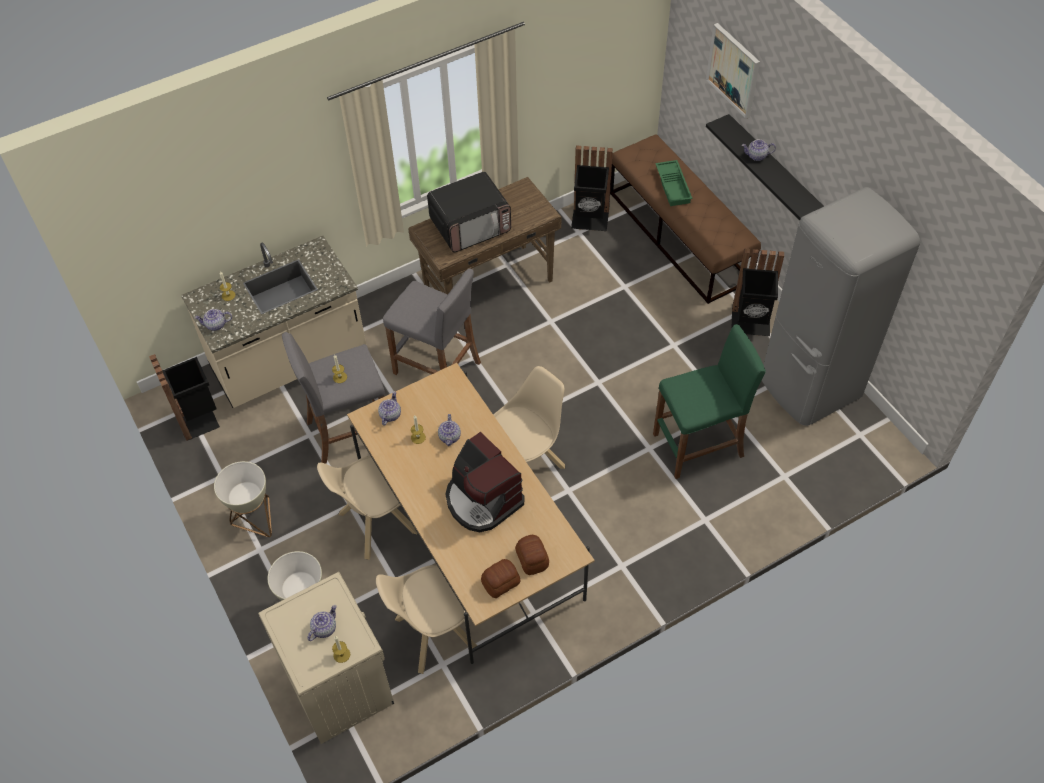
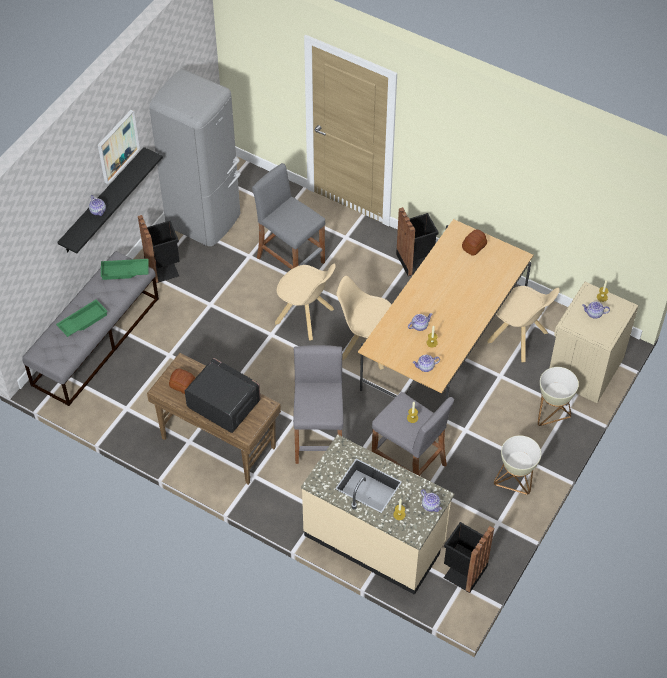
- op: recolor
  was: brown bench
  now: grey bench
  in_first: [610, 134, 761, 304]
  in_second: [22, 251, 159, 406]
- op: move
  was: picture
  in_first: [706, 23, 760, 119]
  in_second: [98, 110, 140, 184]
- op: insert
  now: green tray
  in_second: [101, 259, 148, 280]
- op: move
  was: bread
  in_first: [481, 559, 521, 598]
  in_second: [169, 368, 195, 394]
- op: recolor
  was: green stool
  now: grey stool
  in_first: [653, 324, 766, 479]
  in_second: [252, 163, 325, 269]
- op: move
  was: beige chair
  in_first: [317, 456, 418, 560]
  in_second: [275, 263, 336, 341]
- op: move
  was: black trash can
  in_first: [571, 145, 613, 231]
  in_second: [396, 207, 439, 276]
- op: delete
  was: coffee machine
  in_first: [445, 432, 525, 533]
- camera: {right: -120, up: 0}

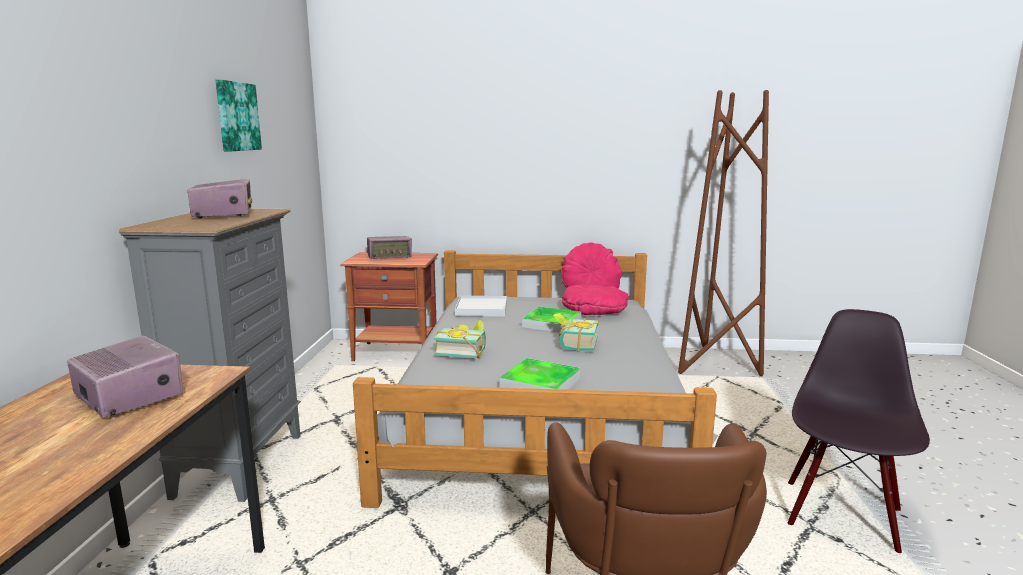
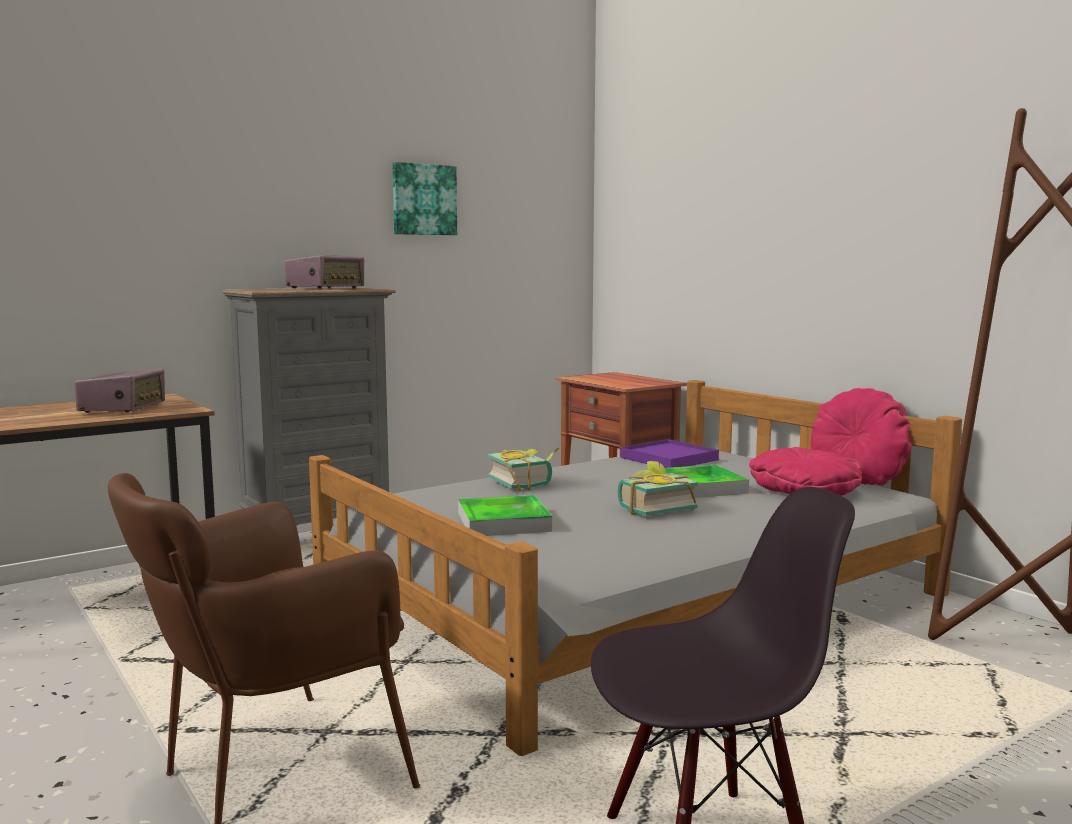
- op: recolor
  was: white tray
  now: purple tray
  in_first: [455, 296, 507, 317]
  in_second: [621, 439, 719, 468]
- op: delete
  was: radio
  in_first: [367, 236, 412, 259]
- camera: {right: 50, up: -5}

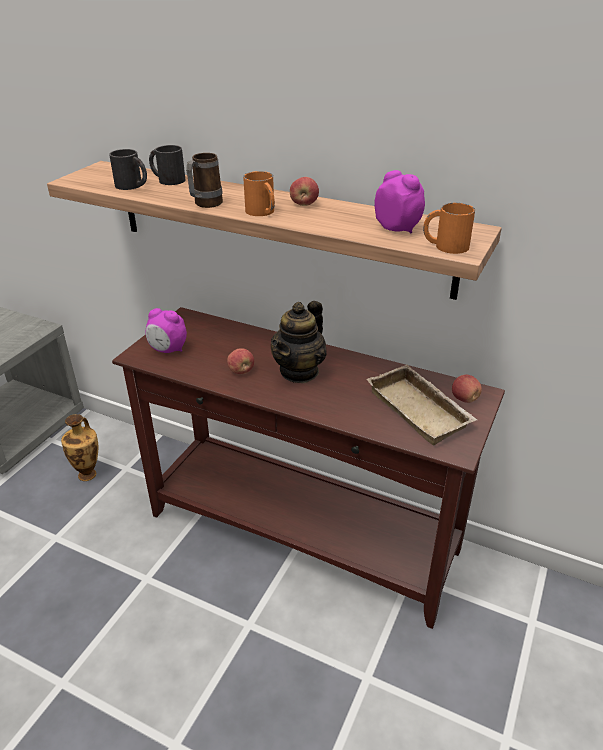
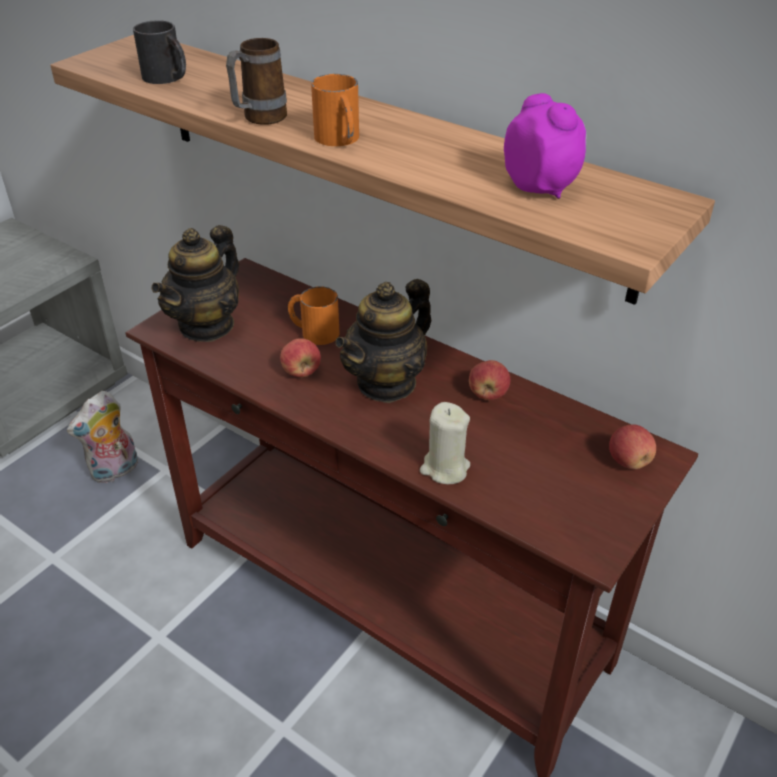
- op: replace
  was: vase
  now: plush toy
  in_first: [61, 414, 98, 481]
  in_second: [67, 391, 138, 483]
- op: replace
  was: alarm clock
  now: teapot
  in_first: [145, 308, 187, 353]
  in_second: [151, 225, 239, 342]
- op: move
  was: orange mug
  in_first: [423, 203, 475, 254]
  in_second: [288, 286, 339, 345]
- op: insert
  now: beige candle
  in_second: [420, 402, 470, 484]
- op: move
  was: apple
  in_first: [290, 177, 319, 206]
  in_second: [469, 360, 510, 400]
- op: delete
  was: black mug
  in_first: [149, 145, 185, 185]
- op: delete
  was: beige tray
  in_first: [366, 365, 477, 445]
- camera: {right: 10, up: 5}

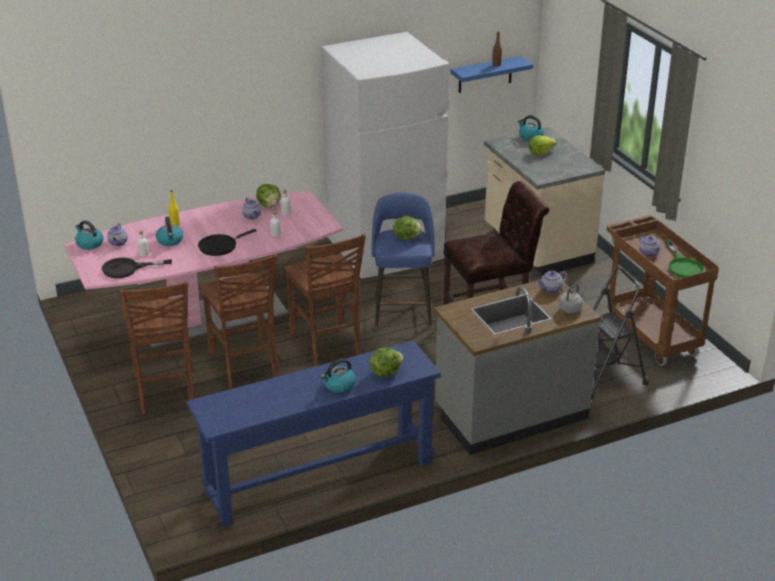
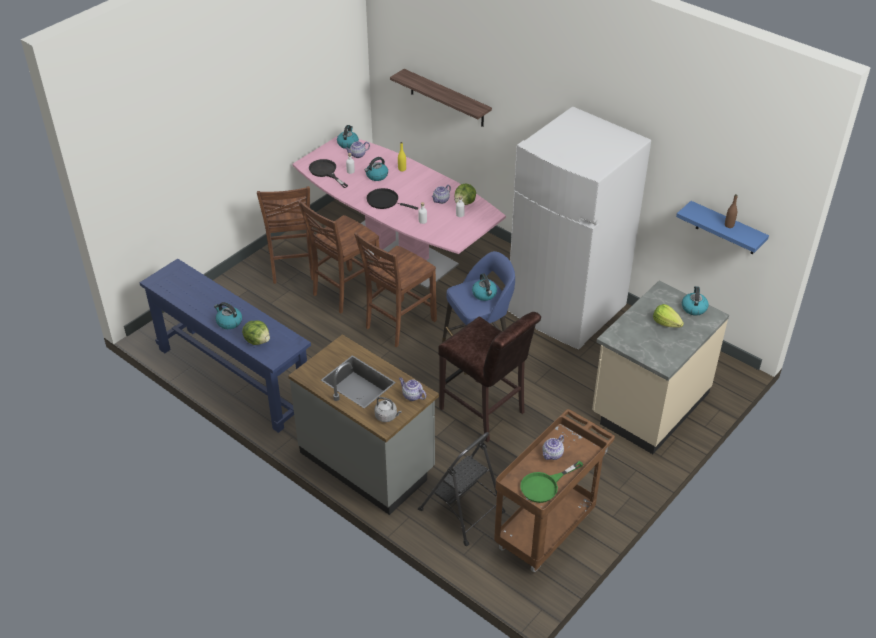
- op: rotate
  was: brown chair
  in_first: [119, 281, 194, 414]
  in_second: [257, 186, 313, 284]
  clockwise: -60
- op: insert
  now: shelf
  in_second: [390, 69, 492, 127]
- op: replace
  was: lettuce
  now: kettle
  in_first: [393, 216, 423, 240]
  in_second: [472, 273, 497, 301]
- camera: {right: 65, up: 10}

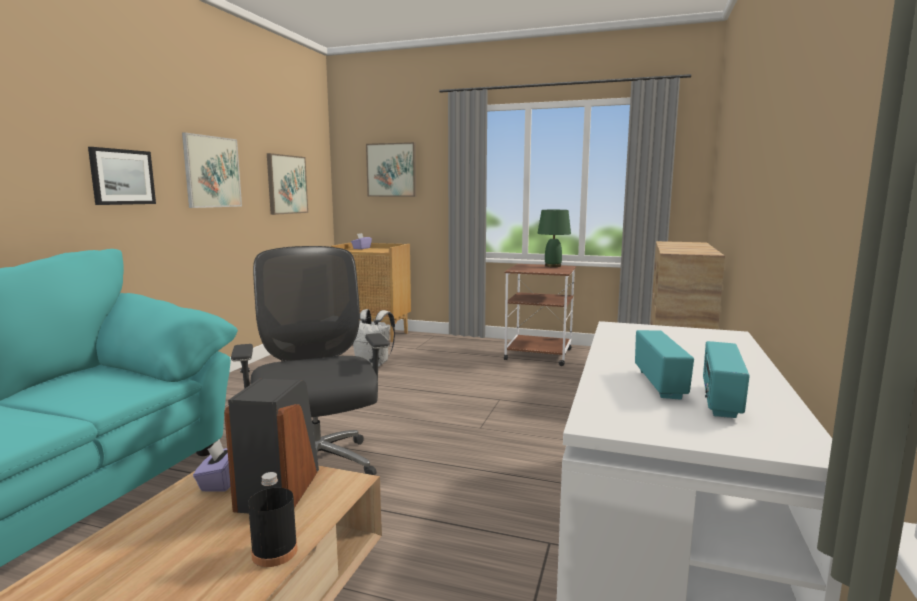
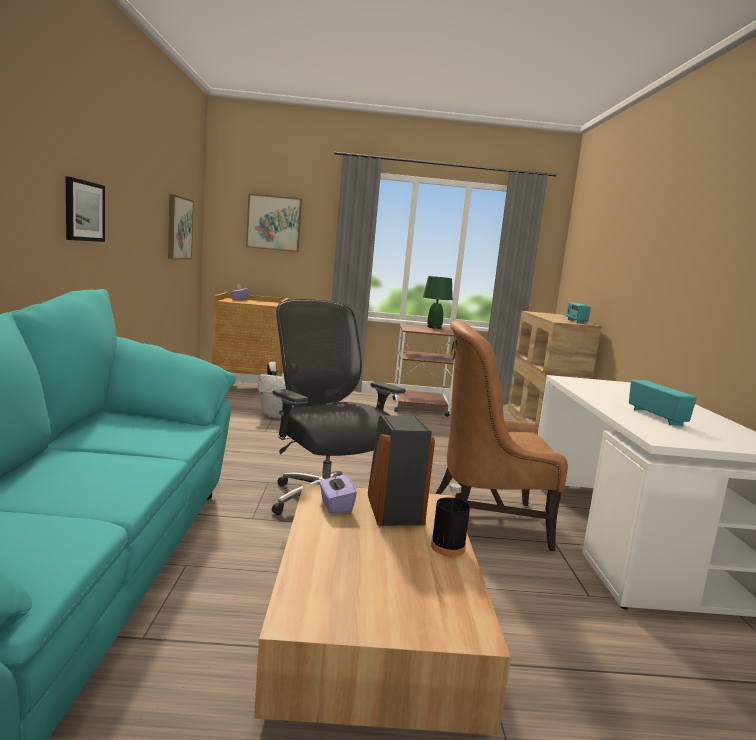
- op: insert
  now: brown chair
  in_second: [435, 321, 568, 551]
- op: move
  was: radio
  in_first: [703, 341, 750, 418]
  in_second: [566, 302, 591, 324]
- op: delete
  was: picture
  in_first: [182, 133, 242, 208]
- camera: {right: -20, up: 0}

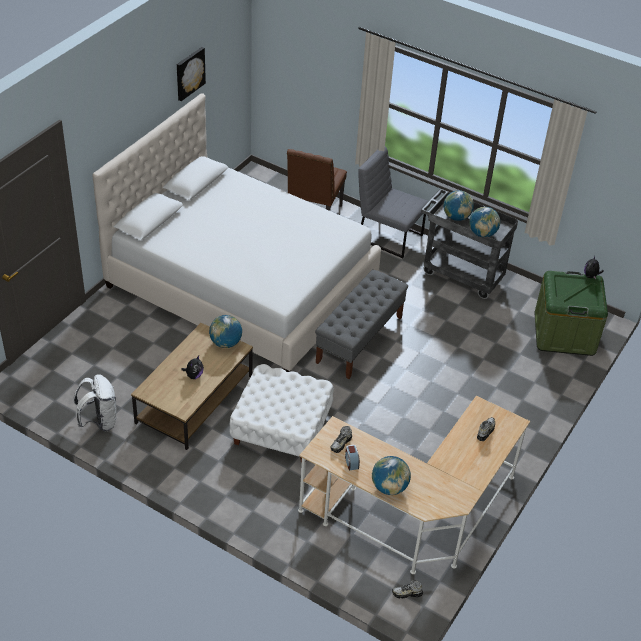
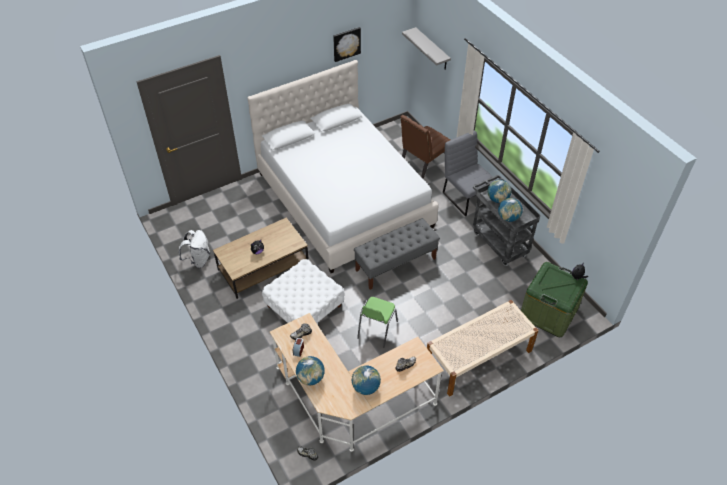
- op: move
  was: globe
  in_first: [209, 315, 242, 348]
  in_second: [352, 365, 381, 395]
- op: insert
  now: green chair
  in_second: [357, 297, 398, 348]
- op: insert
  now: grey shelf
  in_second: [402, 27, 451, 70]
- op: insert
  now: beige bench
  in_second: [427, 300, 539, 397]
- camera: {right: 30, up: 5}

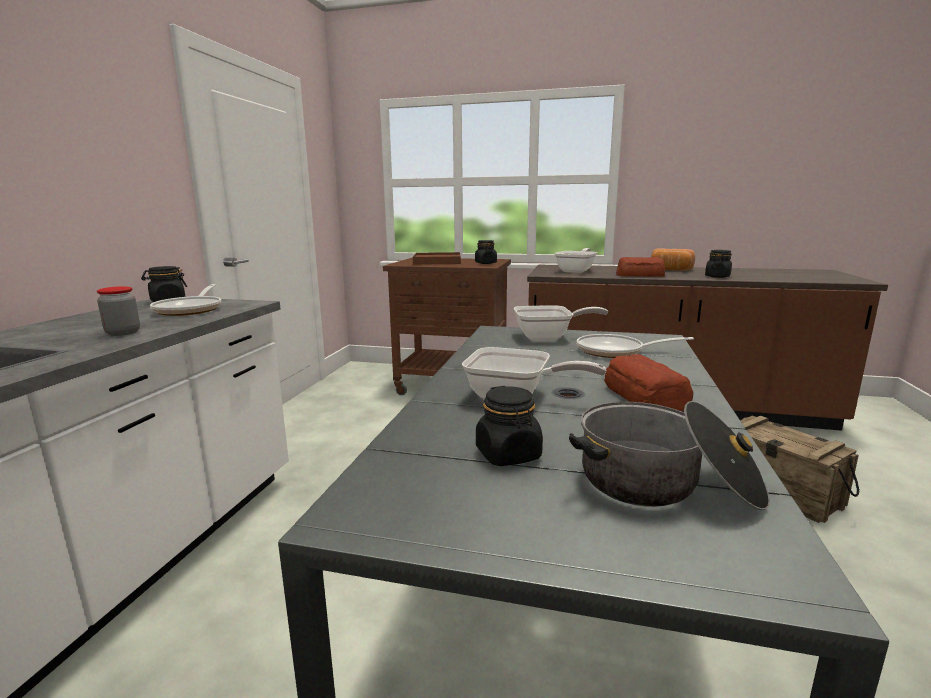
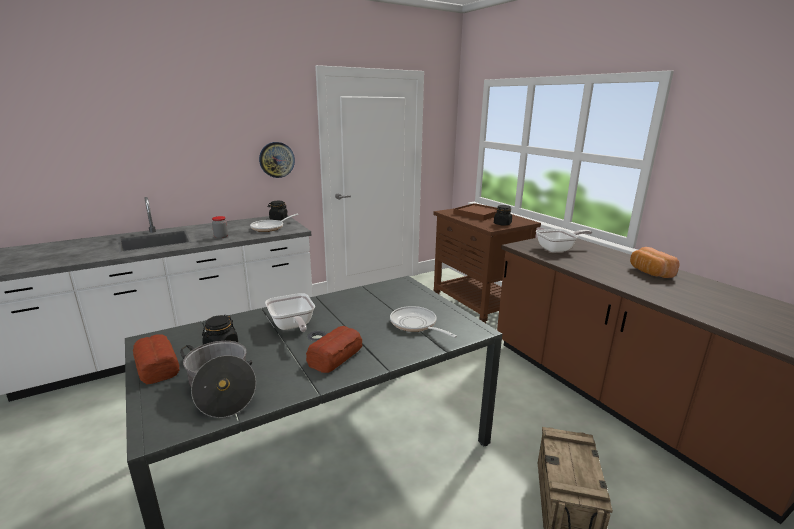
- op: move
  was: bread
  in_first: [616, 257, 665, 277]
  in_second: [133, 334, 179, 384]
- op: insert
  now: wall clock
  in_second: [259, 142, 295, 178]
- op: delete
  was: frying pan
  in_first: [514, 305, 608, 340]
- op: delete
  was: black jar
  in_first: [705, 250, 732, 278]
- camera: {right: 45, up: 5}

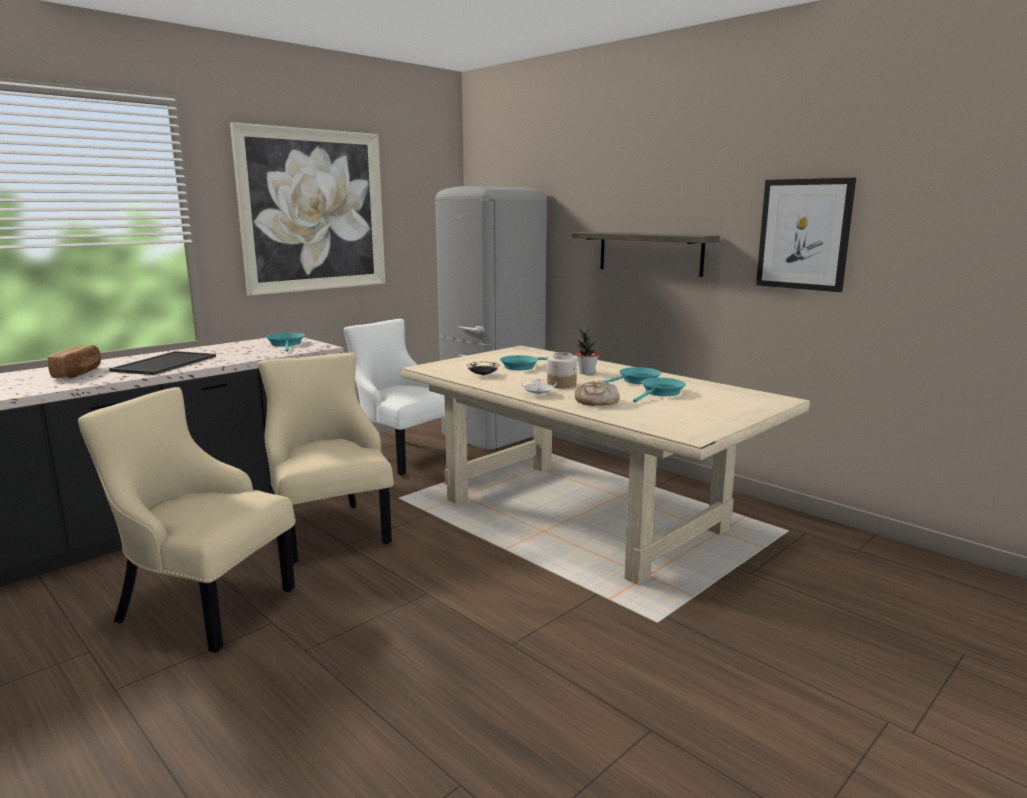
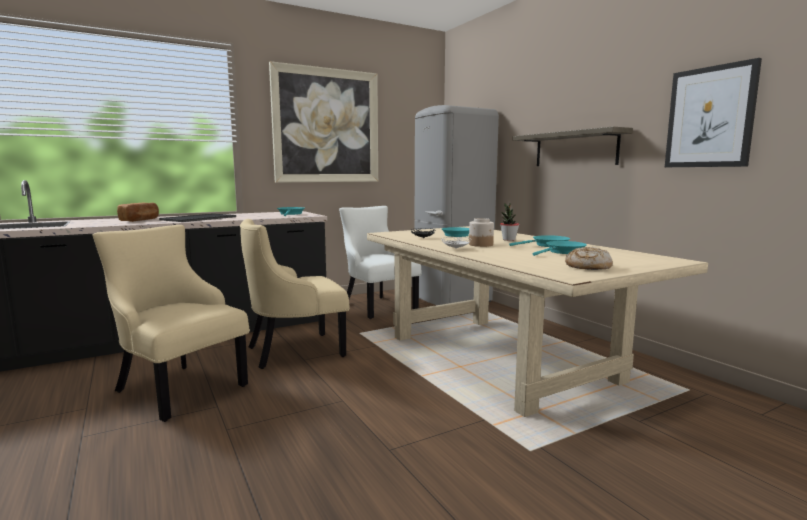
- op: rotate
  was: beige chair
  in_first: [257, 353, 394, 564]
  in_second: [240, 219, 350, 369]
  clockwise: -105
- op: move
  was: bread
  in_first: [575, 381, 620, 406]
  in_second: [565, 247, 613, 270]
- camera: {right: 15, up: -5}

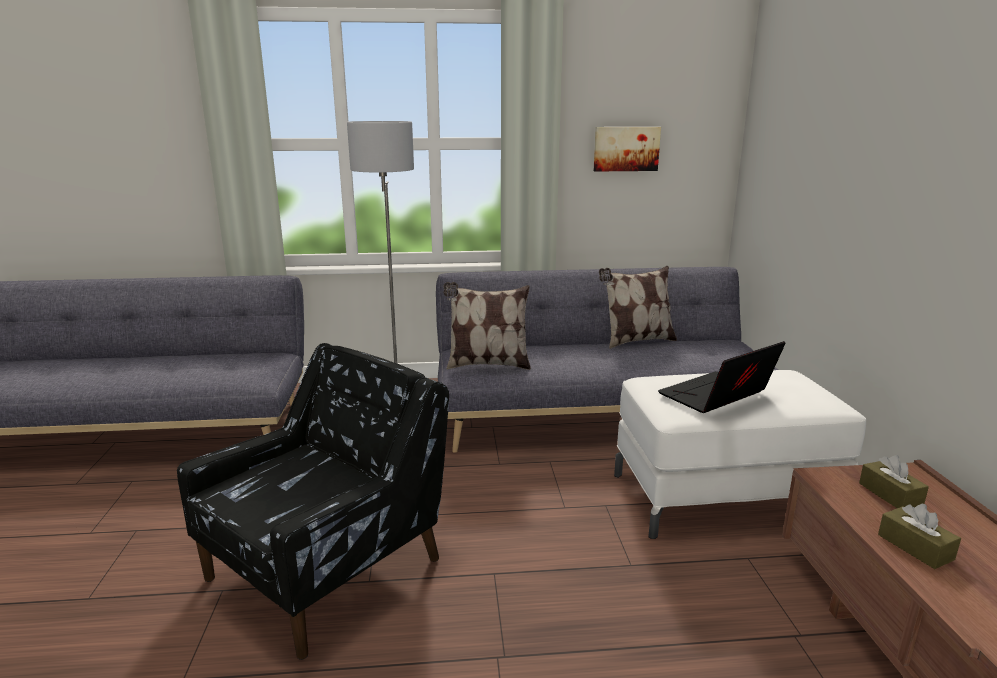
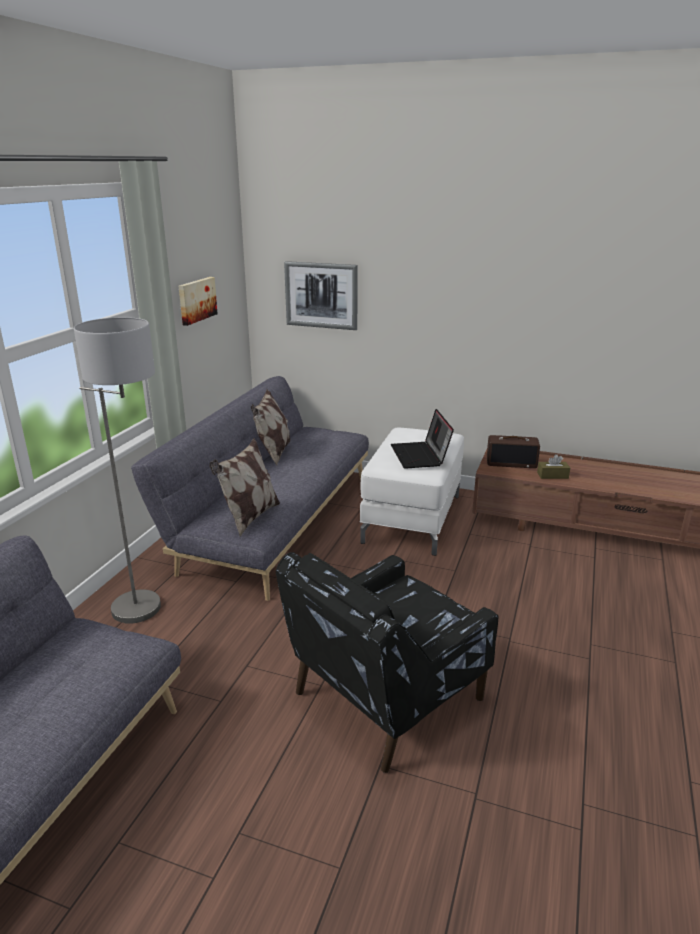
- op: rotate
  was: black armchair
  in_first: [177, 343, 449, 660]
  in_second: [276, 552, 498, 773]
  clockwise: -105
- op: insert
  now: picture
  in_second: [284, 261, 358, 330]
- op: replace
  was: brown tissue box
  now: radio
  in_first: [859, 455, 929, 508]
  in_second: [487, 435, 540, 468]
- camera: {right: -65, up: 5}

